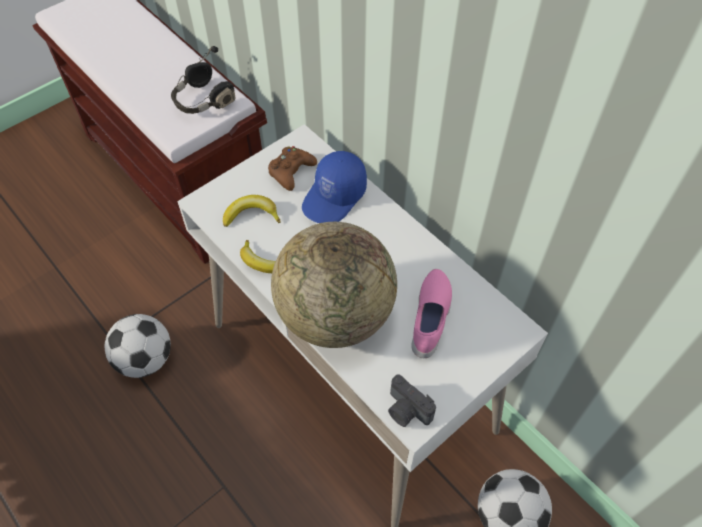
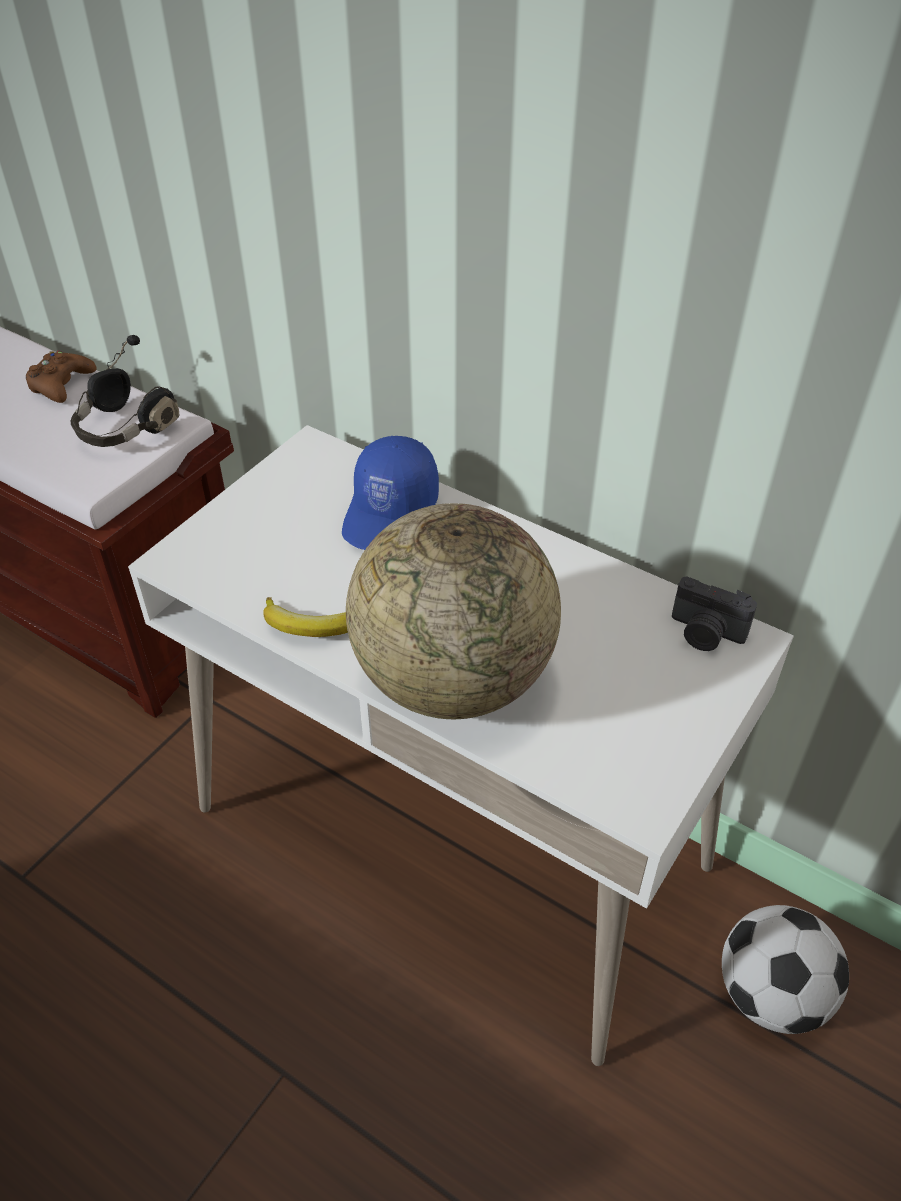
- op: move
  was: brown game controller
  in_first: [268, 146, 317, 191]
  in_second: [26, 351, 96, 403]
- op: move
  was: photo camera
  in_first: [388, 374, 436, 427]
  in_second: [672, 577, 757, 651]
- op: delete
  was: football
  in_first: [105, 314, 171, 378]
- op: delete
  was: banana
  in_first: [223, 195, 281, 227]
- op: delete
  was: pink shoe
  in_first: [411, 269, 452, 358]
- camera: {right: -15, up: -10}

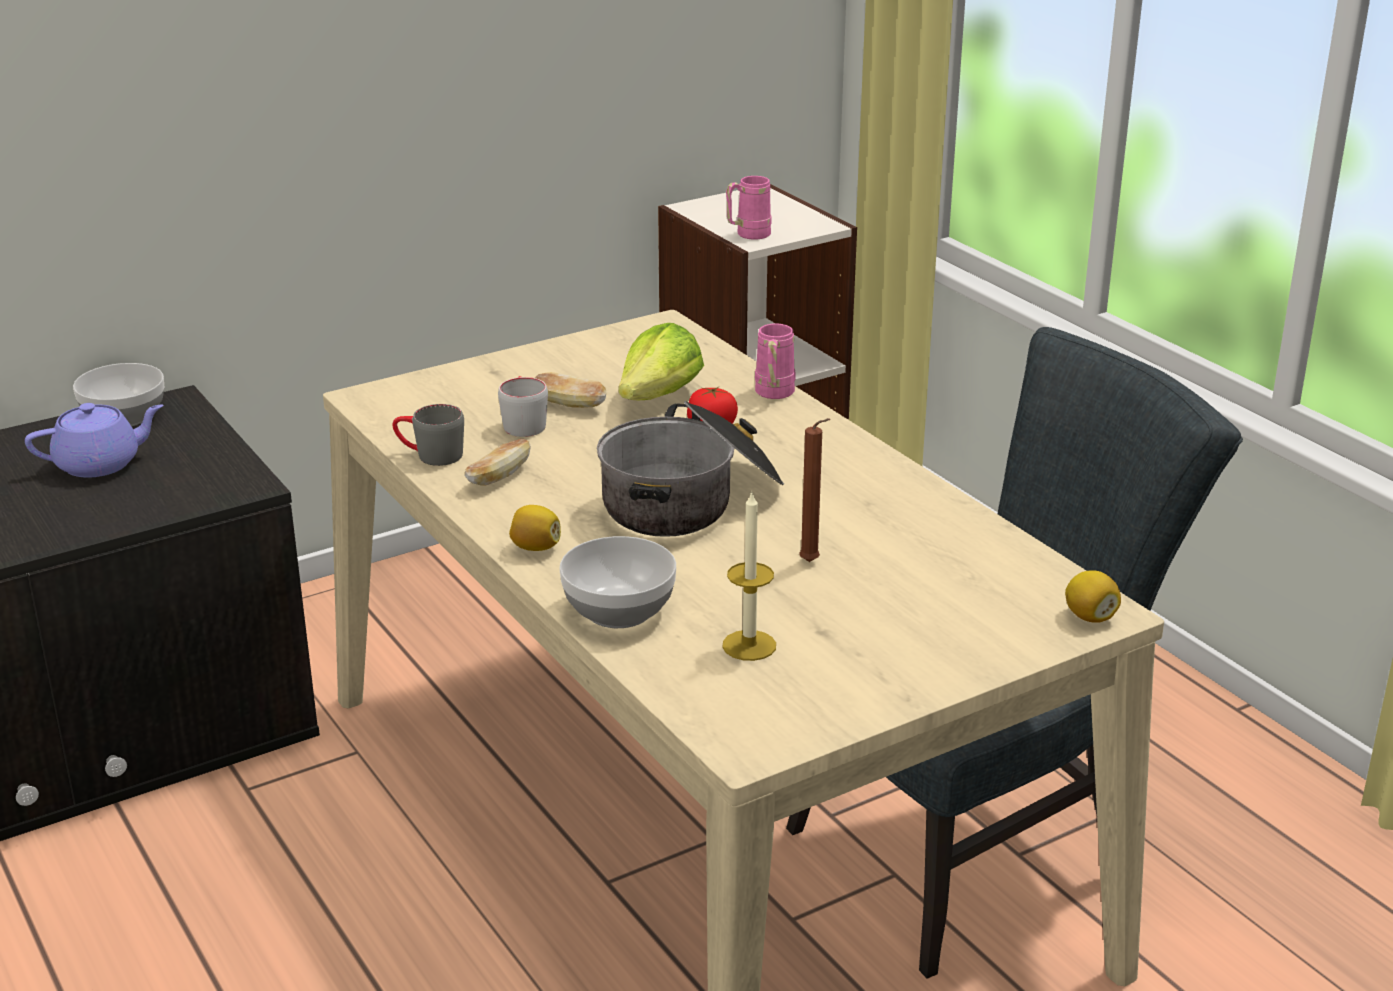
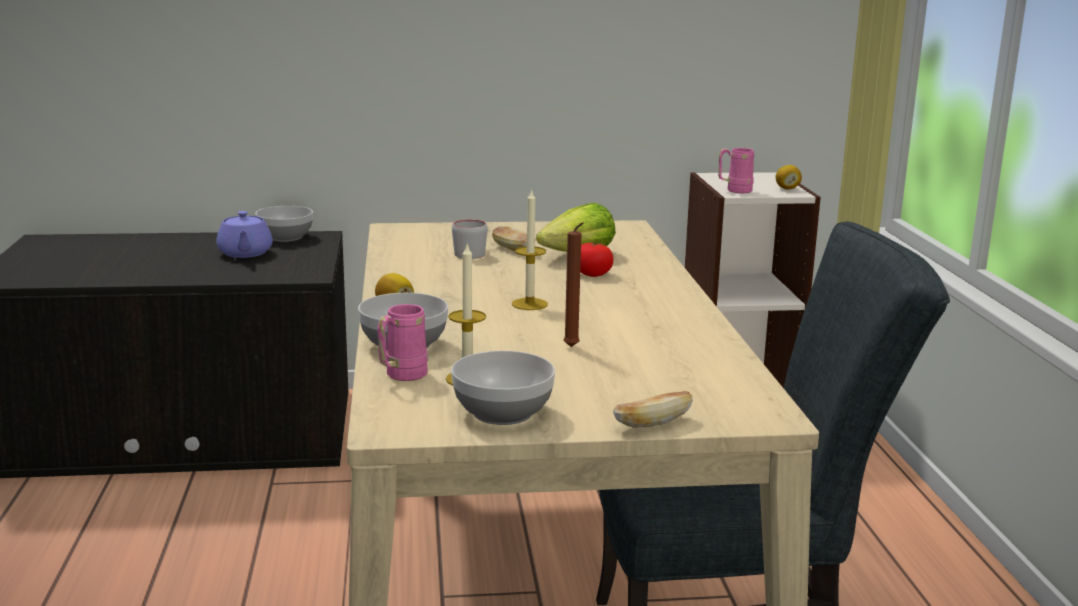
- op: rotate
  was: purple teapot
  in_first: [25, 403, 164, 478]
  in_second: [216, 211, 273, 258]
  clockwise: 75
- op: move
  was: pink mug
  in_first: [755, 324, 796, 399]
  in_second: [377, 304, 428, 381]
- op: insert
  now: bowl
  in_second: [451, 351, 555, 425]
- op: replace
  was: cooking pot
  now: candle
  in_first: [597, 401, 784, 537]
  in_second: [512, 188, 548, 310]
- op: move
  was: bread
  in_first: [464, 439, 531, 486]
  in_second: [613, 391, 693, 428]
- op: move
  was: lemon
  in_first: [1065, 570, 1121, 623]
  in_second: [776, 165, 802, 190]
- op: delete
  was: grey mug
  in_first: [392, 404, 464, 466]
- camera: {right: 25, up: -10}

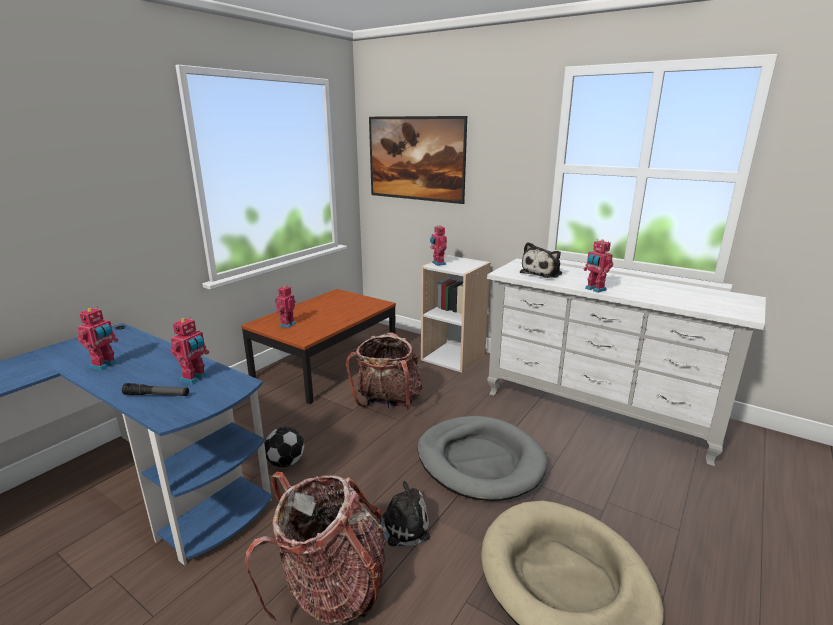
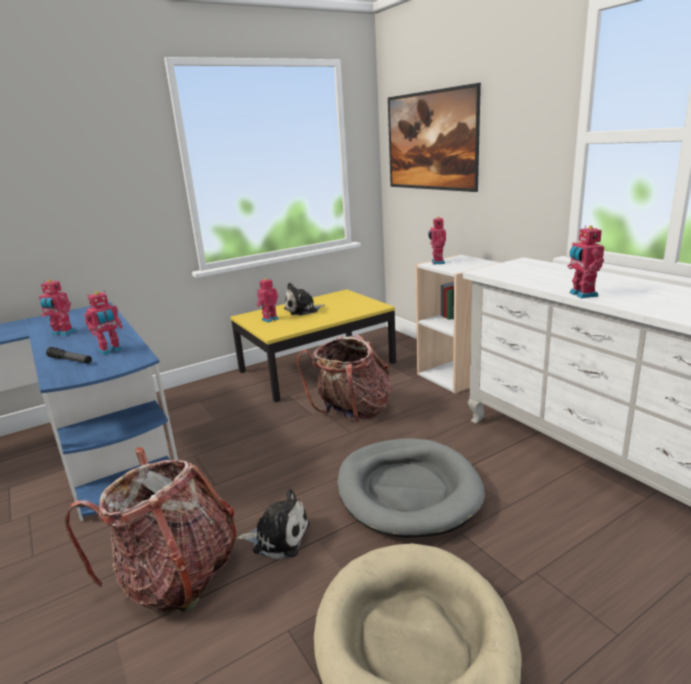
- op: rotate
  was: toy robot
  in_first: [78, 306, 119, 371]
  in_second: [39, 280, 76, 336]
  clockwise: 60
- op: recolor
  was: brown coffee table
  now: yellow coffee table
  in_first: [241, 289, 396, 404]
  in_second: [230, 289, 396, 403]
- op: move
  was: plush toy
  in_first: [520, 242, 562, 278]
  in_second: [284, 282, 325, 316]
- op: delete
  was: football
  in_first: [264, 427, 304, 467]
- camera: {right: 25, up: 0}

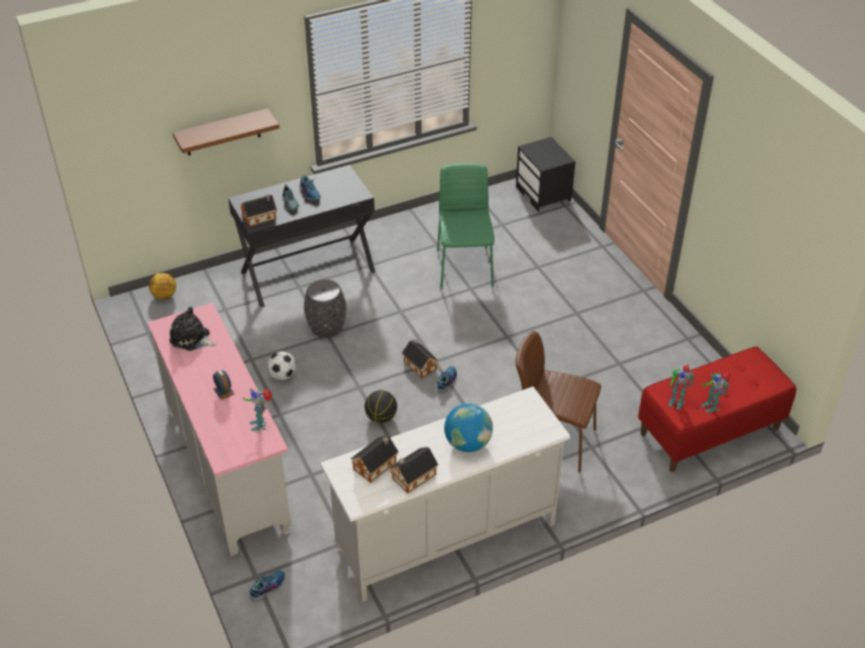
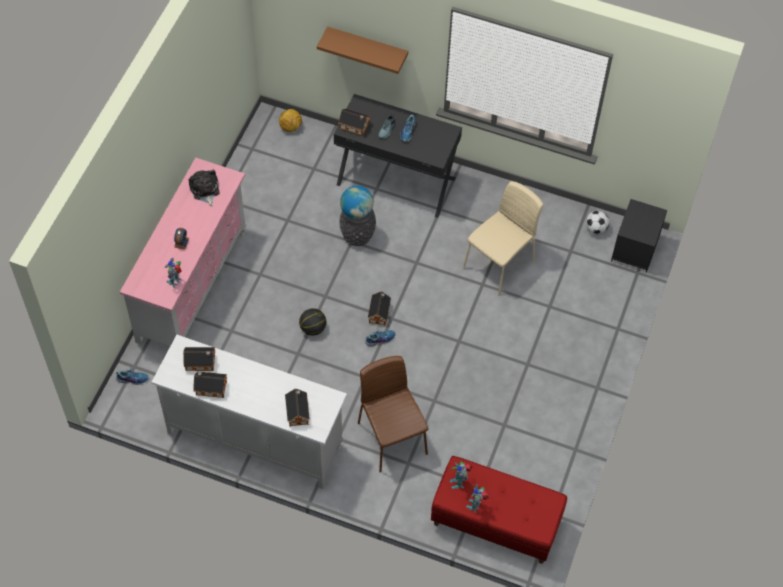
- op: insert
  now: toy house
  in_second: [285, 389, 310, 427]
- op: move
  was: globe
  in_first: [444, 404, 493, 452]
  in_second: [340, 186, 374, 219]
- op: recolor
  was: green chair
  now: beige chair
  in_first: [437, 163, 494, 289]
  in_second: [463, 181, 543, 296]
- op: move
  was: football
  in_first: [267, 351, 296, 380]
  in_second: [586, 211, 609, 234]
- camera: {right: 45, up: 15}

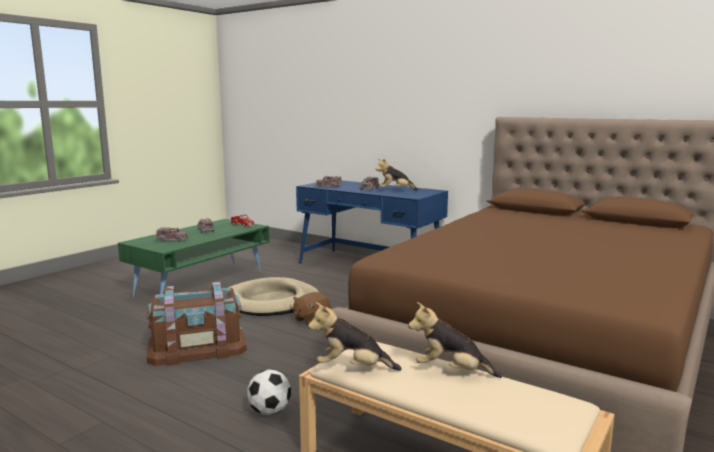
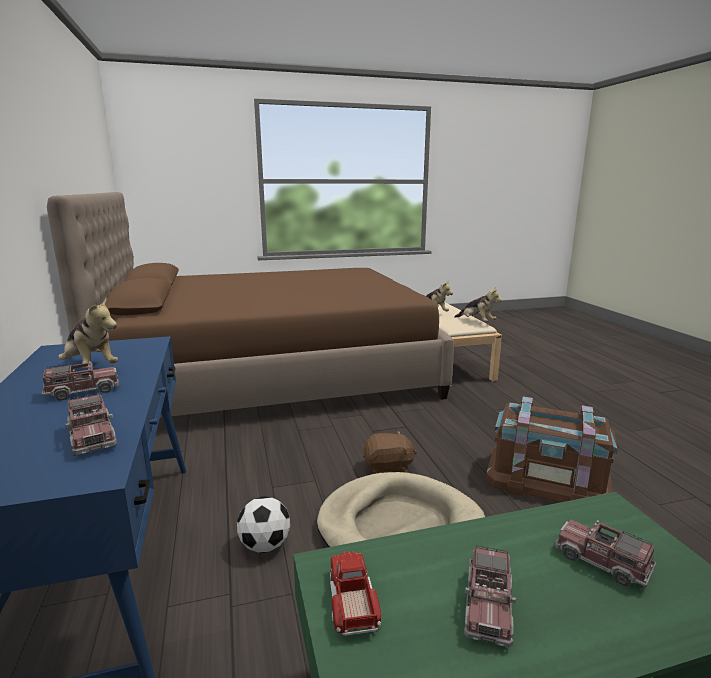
- op: move
  was: football
  in_first: [247, 369, 291, 415]
  in_second: [237, 496, 290, 553]
- camera: {right: -140, up: 5}

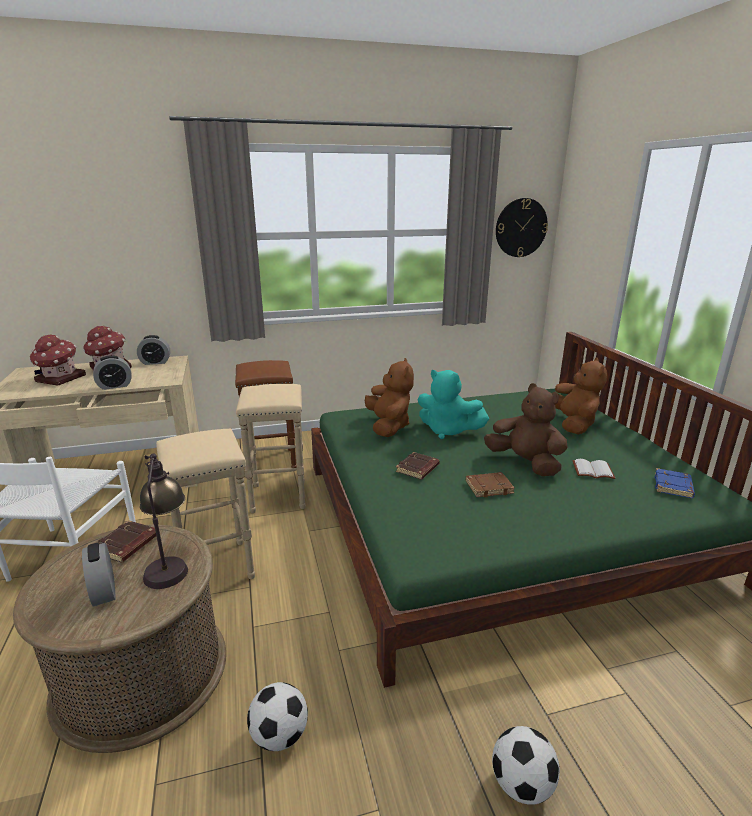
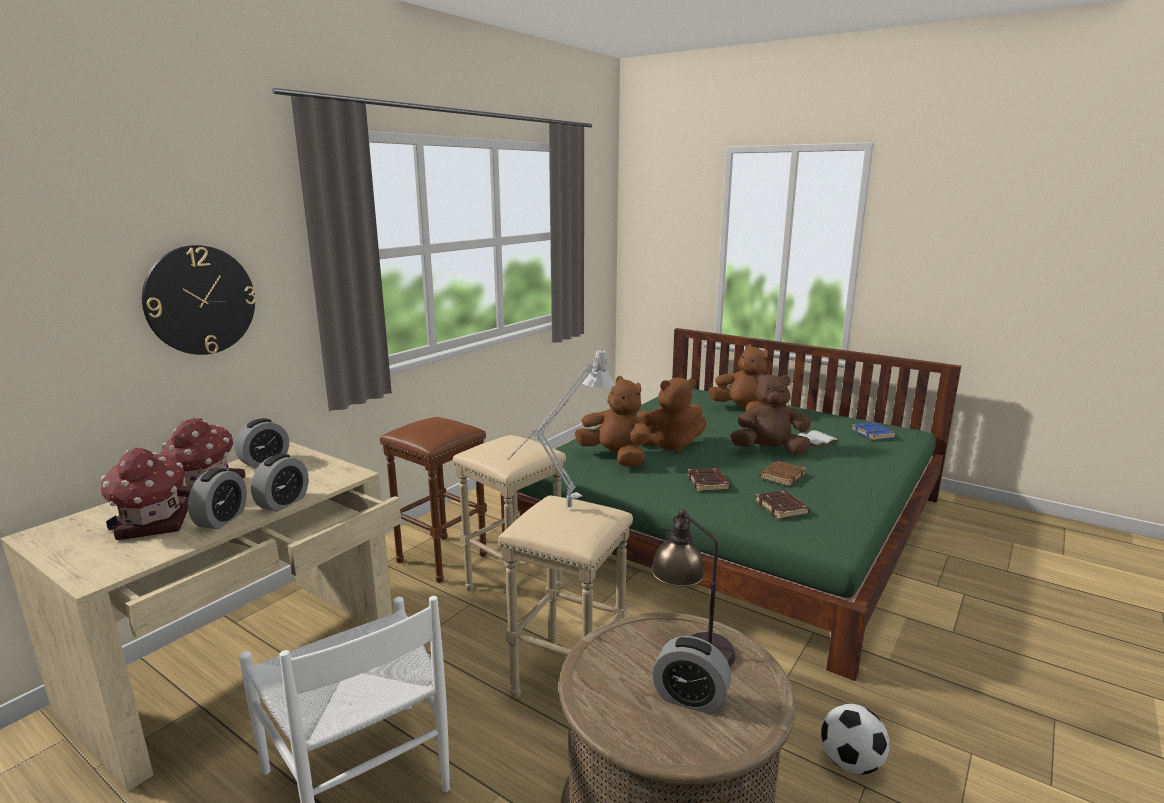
- op: move
  was: wall clock
  in_first: [496, 198, 548, 257]
  in_second: [142, 245, 256, 355]
- op: insert
  now: alarm clock
  in_second: [188, 468, 247, 529]
- op: insert
  now: grey table lamp
  in_second: [507, 348, 616, 507]
- op: recolor
  was: turquoise plush toy
  now: brown plush toy
  in_first: [417, 370, 489, 439]
  in_second: [637, 378, 707, 454]
- op: move
  was: brown book
  in_first: [97, 520, 156, 562]
  in_second: [755, 490, 810, 519]
- op: delete
  was: football
  in_first: [492, 726, 560, 805]
- camera: {right: -40, up: -5}

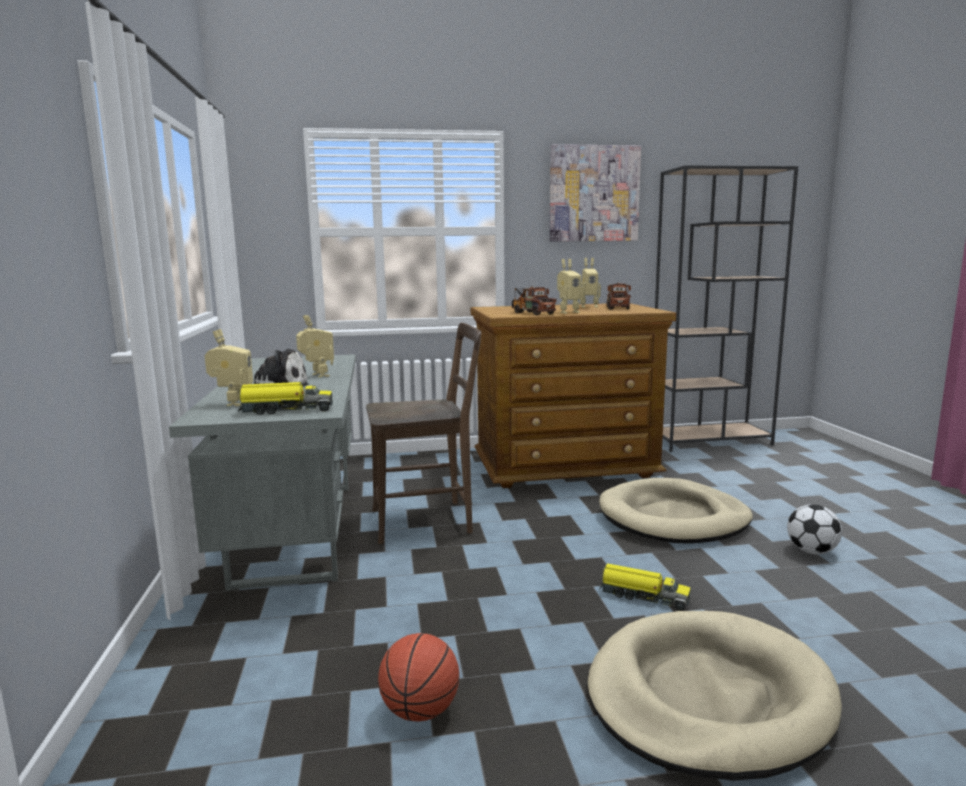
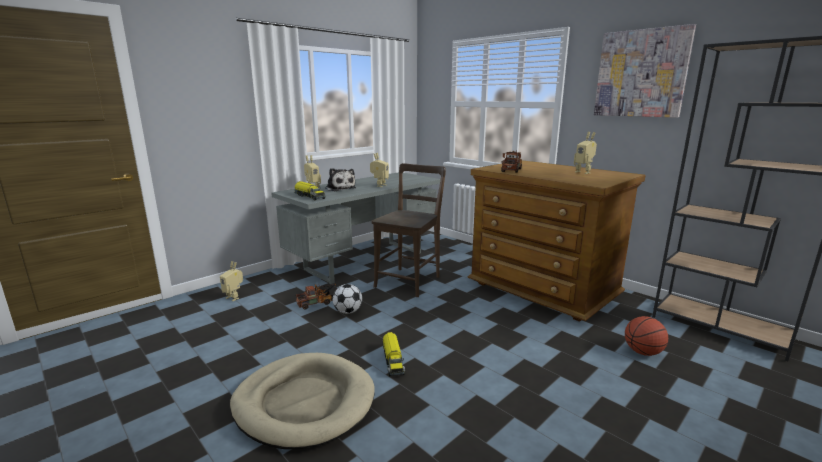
- op: move
  was: toy robot
  in_first: [557, 259, 583, 314]
  in_second: [220, 261, 243, 301]
- op: move
  was: toy truck
  in_first: [607, 283, 631, 309]
  in_second: [296, 284, 337, 310]
- op: move
  was: football
  in_first: [787, 504, 842, 554]
  in_second: [333, 284, 362, 314]
- op: rotate
  was: brown chair
  in_first: [366, 323, 481, 544]
  in_second: [372, 163, 446, 297]
  clockwise: -105
- op: move
  was: basketball
  in_first: [378, 633, 459, 721]
  in_second: [625, 316, 668, 356]
- op: delete
  was: beige dog bed
  in_first: [599, 478, 753, 544]
- camera: {right: 55, up: 5}

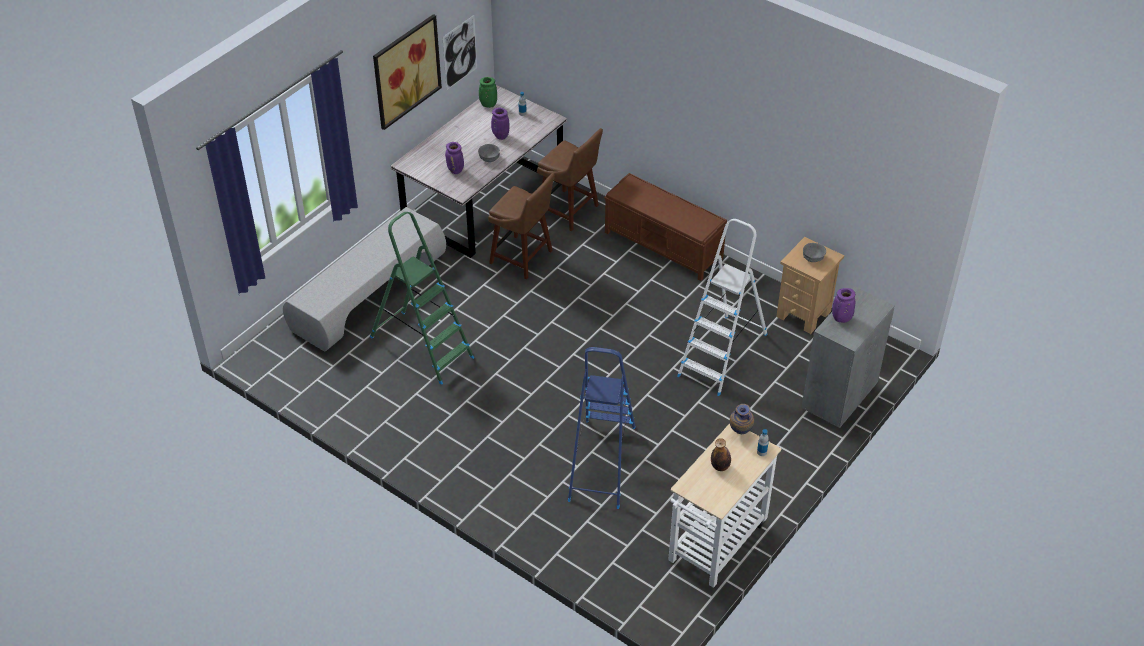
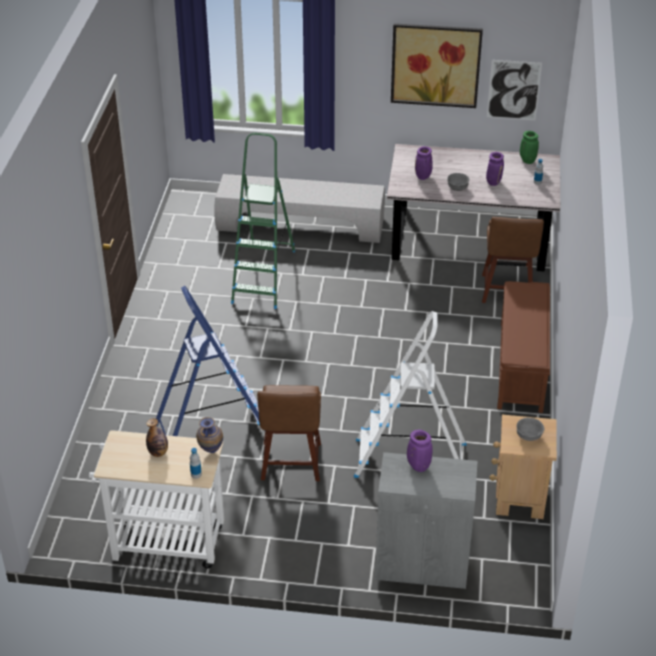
- op: move
  was: brown chair
  in_first: [488, 173, 555, 279]
  in_second: [257, 385, 321, 481]
- camera: {right: 60, up: -5}

